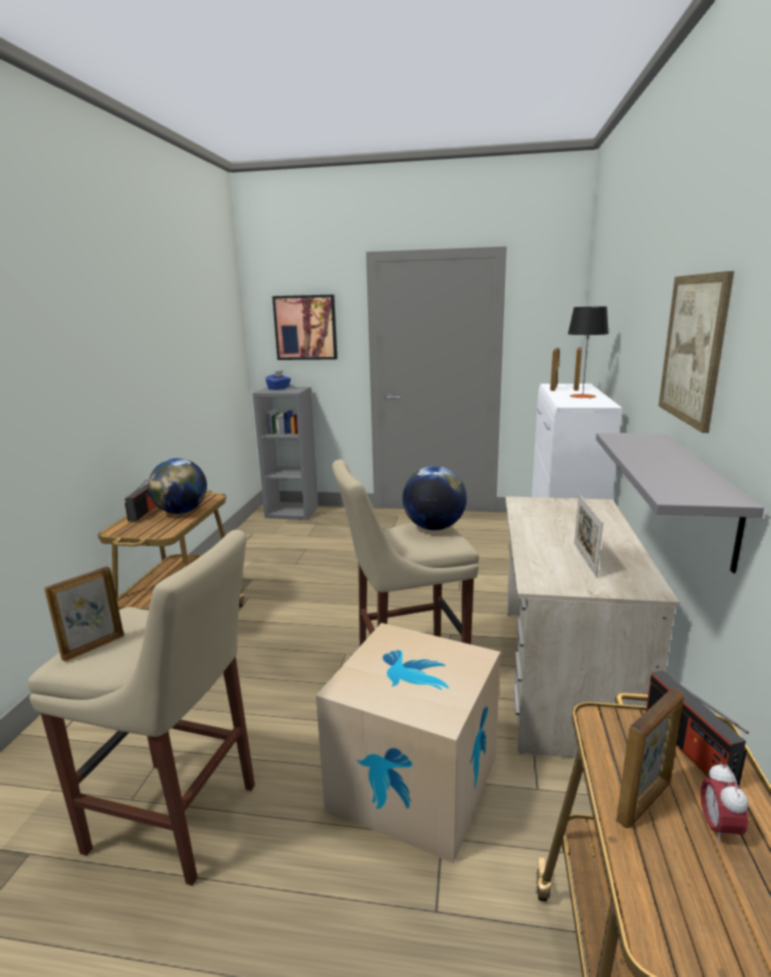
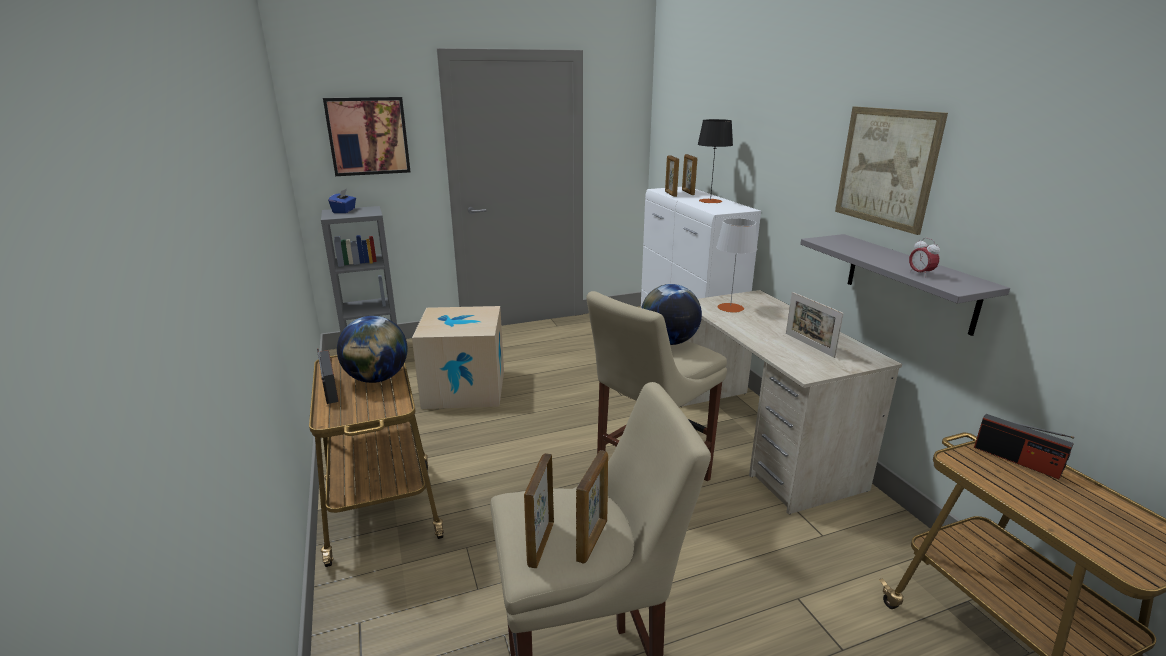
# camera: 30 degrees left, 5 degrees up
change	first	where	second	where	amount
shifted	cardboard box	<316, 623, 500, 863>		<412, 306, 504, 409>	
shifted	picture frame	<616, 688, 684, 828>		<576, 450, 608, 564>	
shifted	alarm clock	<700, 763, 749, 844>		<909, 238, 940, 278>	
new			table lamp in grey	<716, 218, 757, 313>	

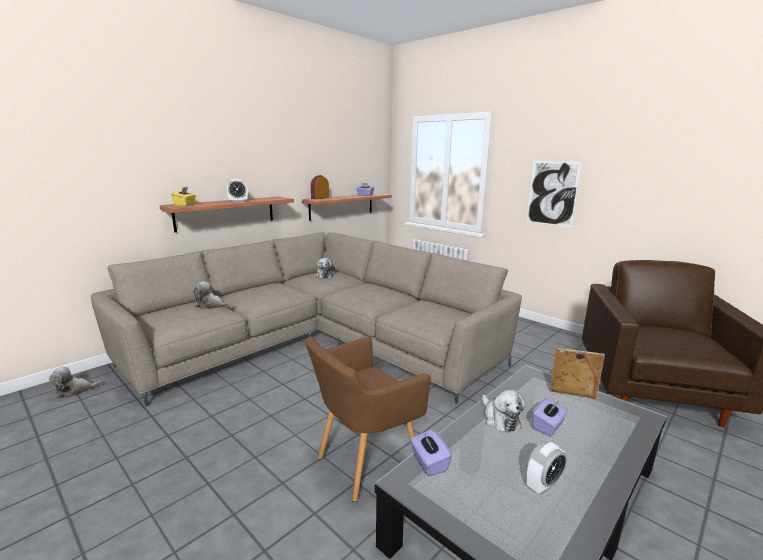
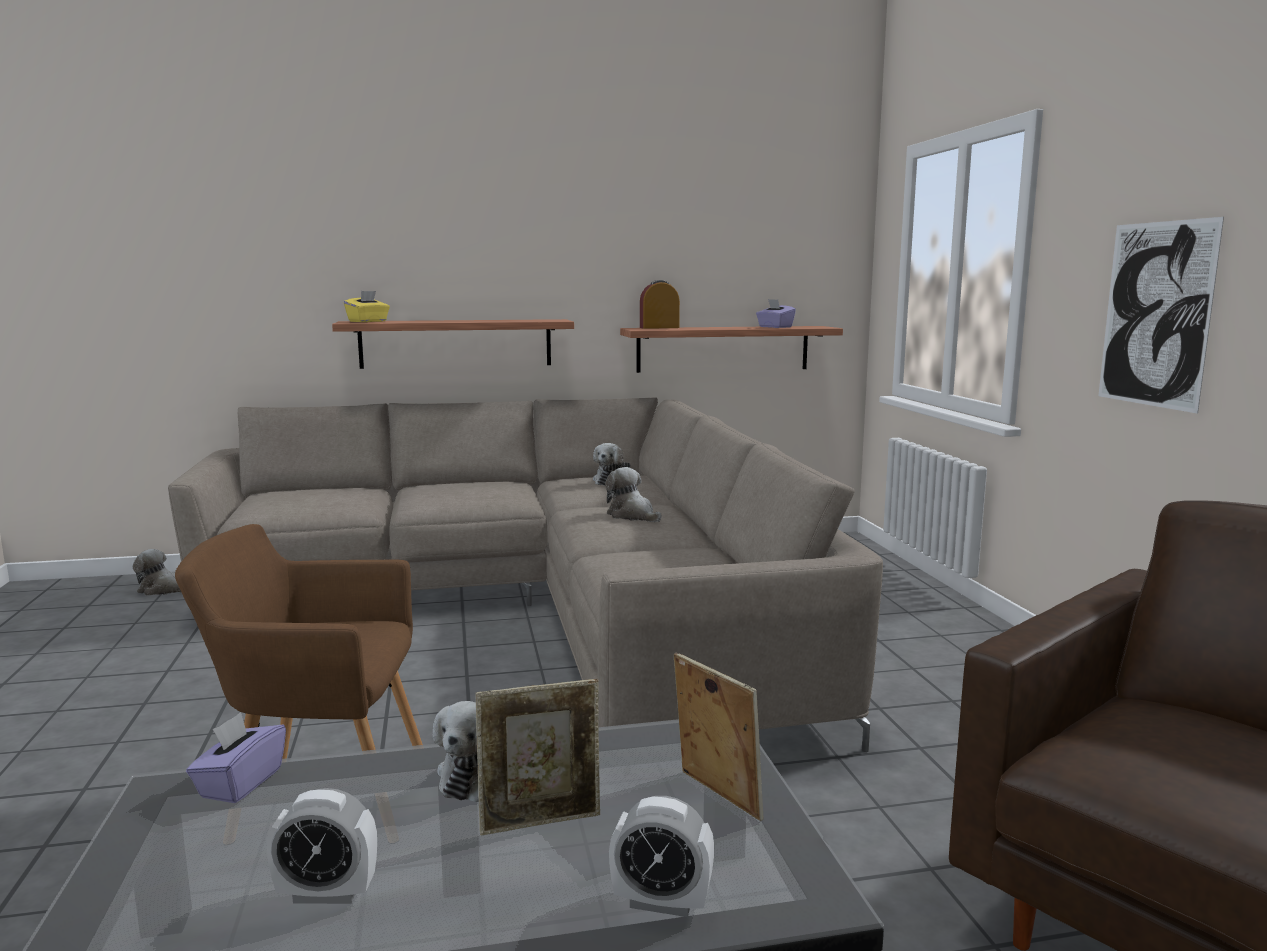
# camera: 35 degrees right, 5 degrees down
change	first	where	second	where	amount
shifted	plush toy	<193, 281, 230, 309>		<605, 467, 662, 522>	
shifted	alarm clock	<226, 179, 248, 202>		<609, 796, 714, 917>	
swapped	tissue box in purple	<532, 398, 568, 436>	picture frame	<475, 679, 600, 836>	

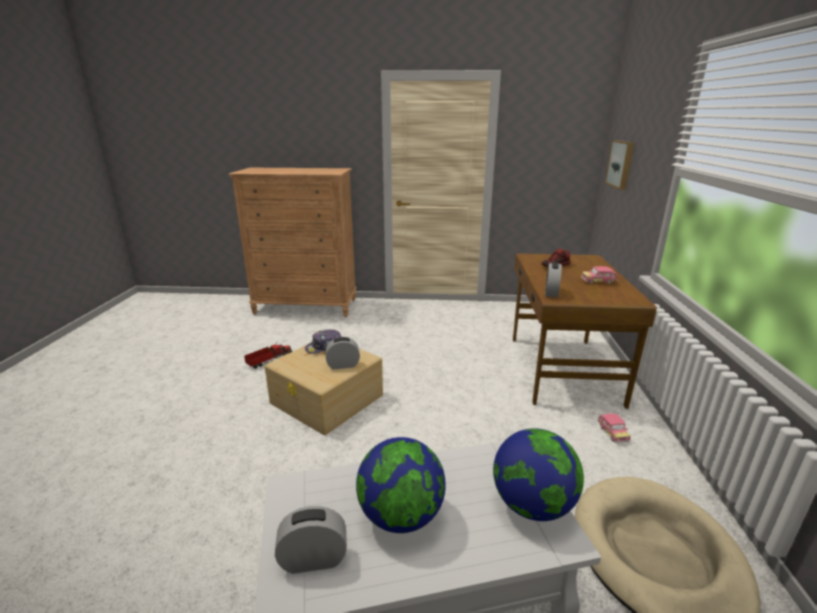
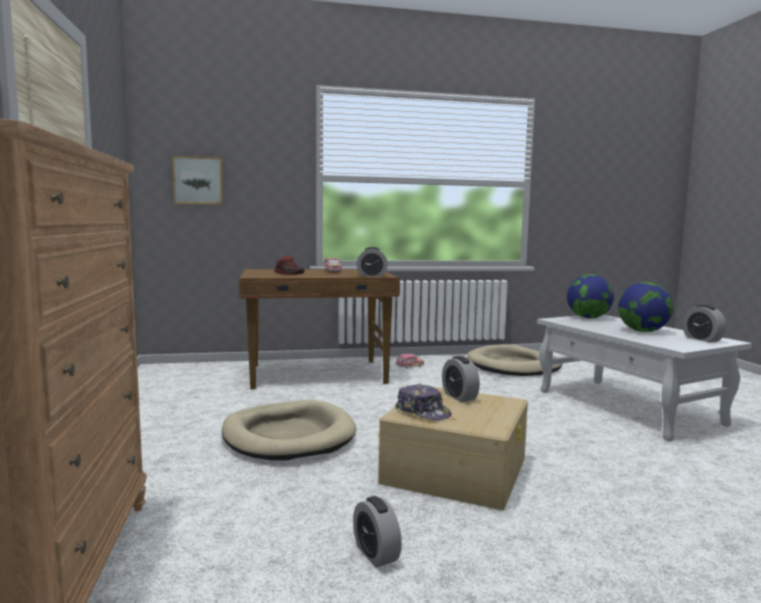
# camera: 105 degrees left, 15 degrees down
change	first	where	second	where	amount
swapped	toy truck	<244, 345, 292, 369>	alarm clock	<353, 496, 402, 568>	
new			dog bed in beige	<222, 400, 356, 461>	

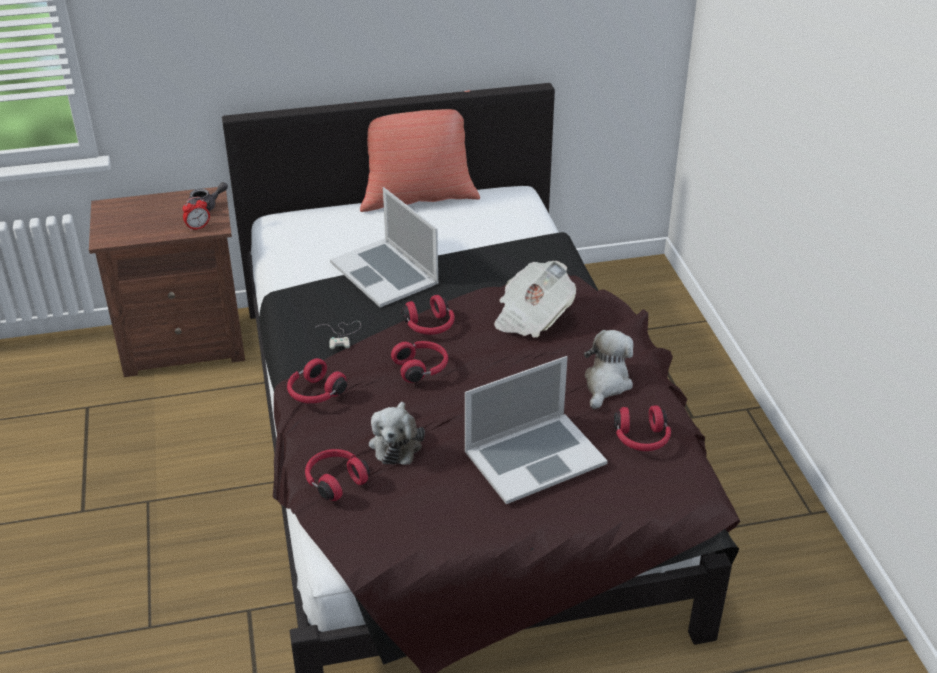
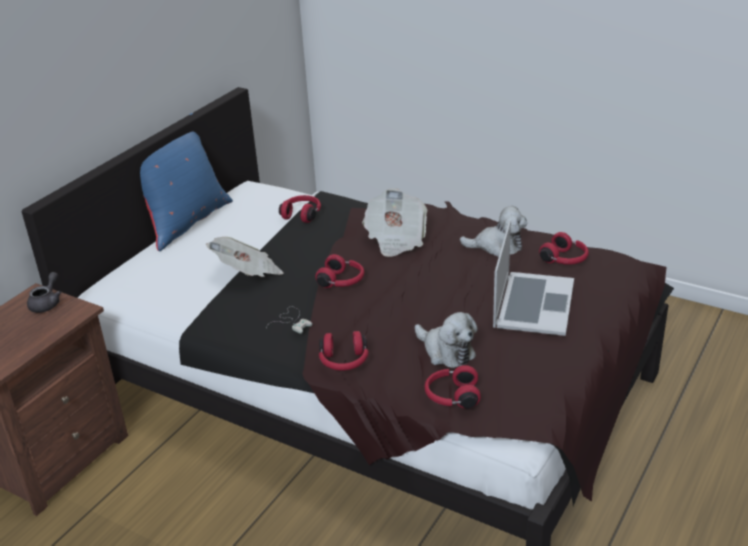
# camera: 45 degrees left, 5 degrees down
change	first	where	second	where	amount
gone	alarm clock	<182, 197, 210, 231>			
swapped	laptop	<330, 187, 438, 307>	newspaper	<206, 237, 284, 277>	
repainted	pillow in red	<360, 90, 480, 212>	pillow in blue	<117, 113, 233, 251>	
shifted	headphones in red	<391, 341, 448, 383>		<279, 195, 321, 223>	
rotated	plush toy	<584, 330, 633, 409>		<460, 206, 527, 257>	120 degrees clockwise

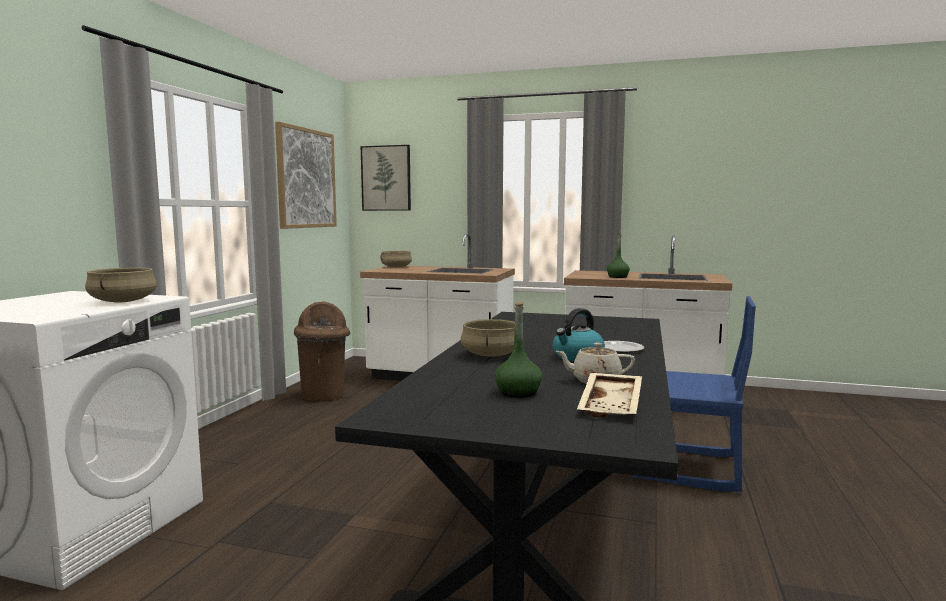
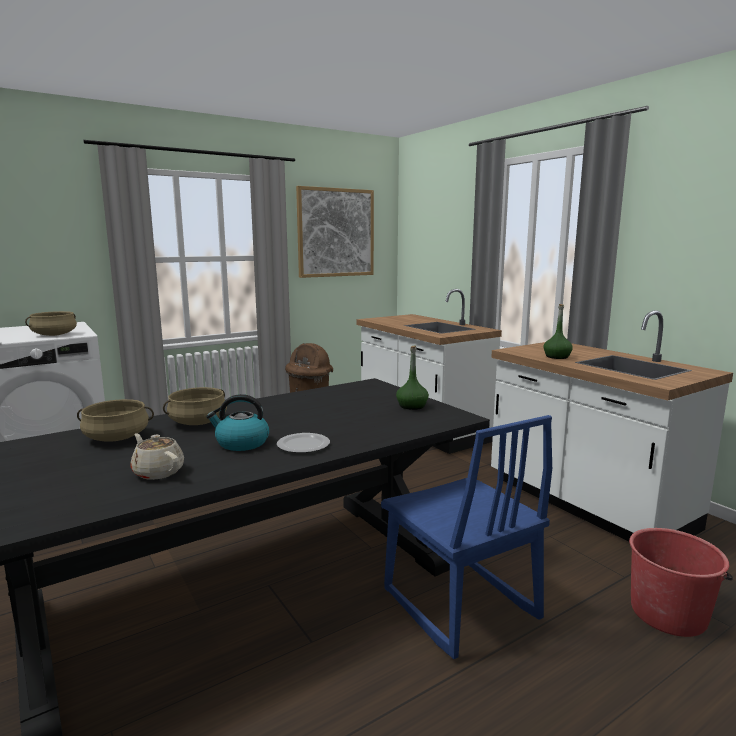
# camera: 40 degrees right, 5 degrees up
change	first	where	second	where	amount
gone	picture	<361, 145, 411, 211>			
shifted	cooking pot in beige	<380, 251, 412, 268>		<77, 399, 154, 442>	
shifted	bottle in green	<495, 302, 542, 398>		<396, 346, 429, 410>	
gone	tray in beige	<577, 373, 642, 418>			
new			bucket in red	<629, 528, 733, 637>	

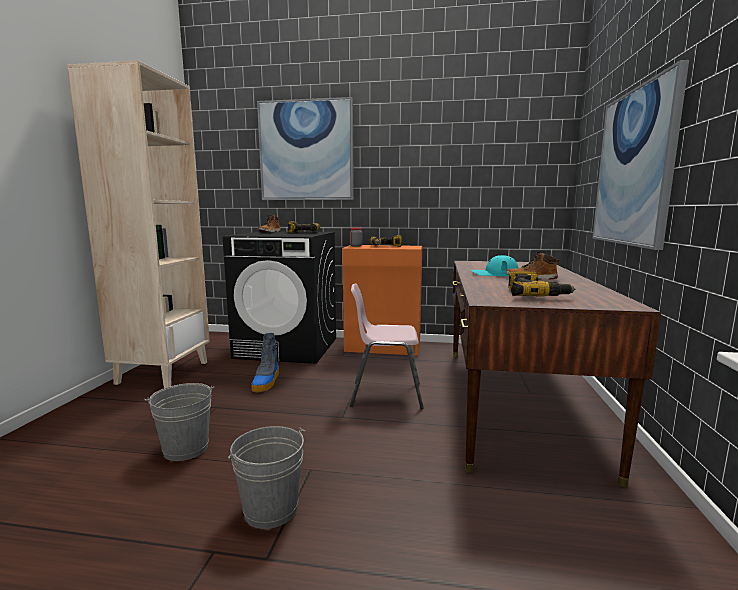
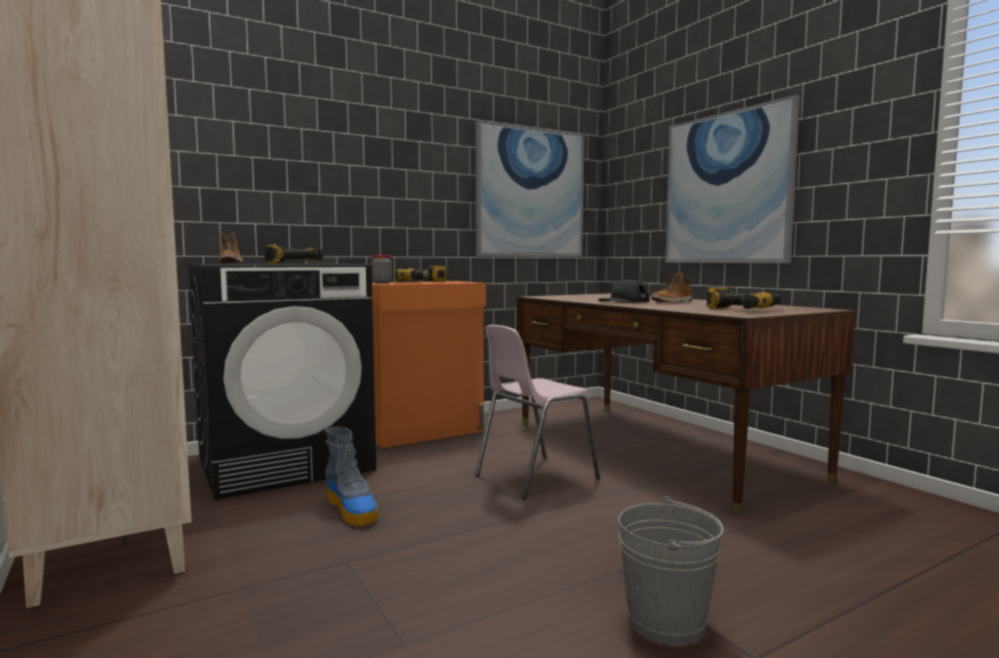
# camera: 40 degrees left, 5 degrees down
change	first	where	second	where	amount
gone	bucket in grey	<144, 383, 214, 461>			
shifted	picture	<257, 97, 354, 200>		<475, 121, 584, 257>	
repainted	cap in turquoise	<471, 255, 519, 276>	cap in black	<598, 279, 649, 303>	

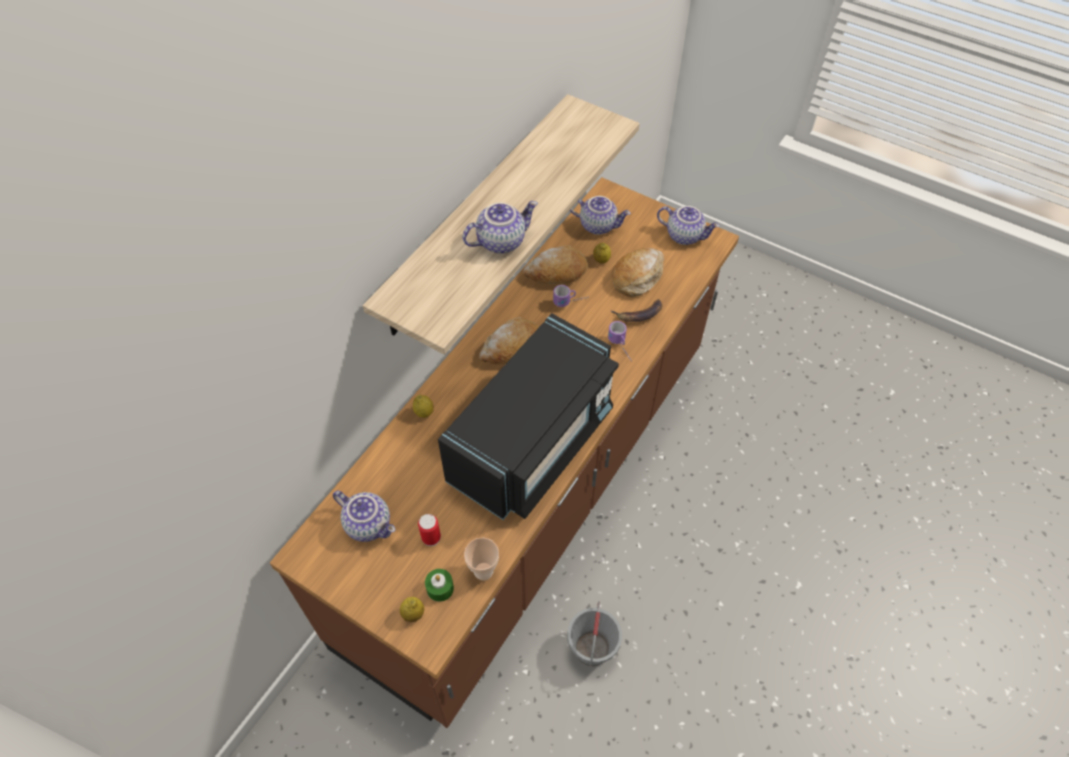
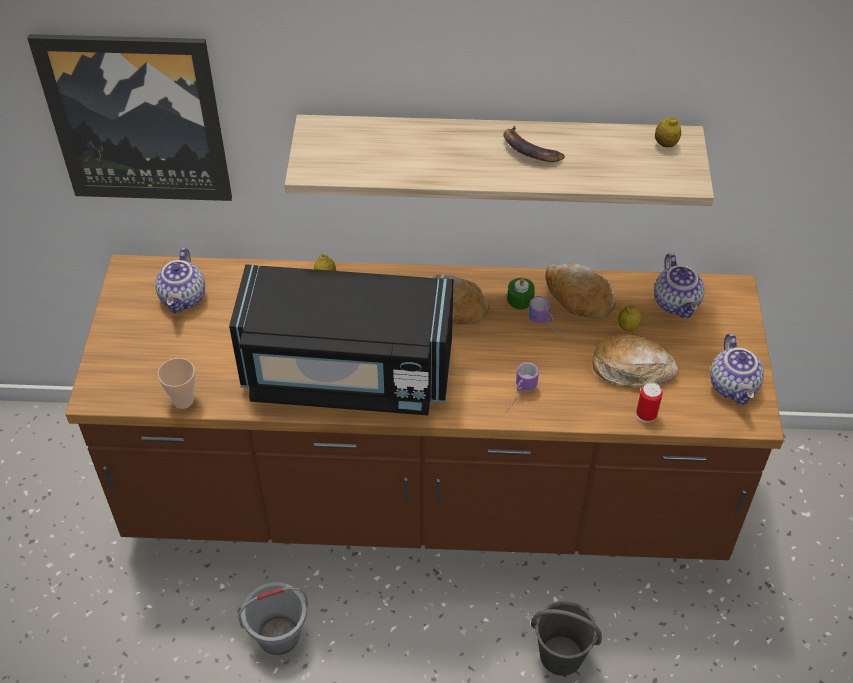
# camera: 60 degrees right, 5 degrees down
change	first	where	second	where	amount
shifted	lemon	<400, 597, 424, 622>		<655, 117, 681, 147>	
shifted	can	<418, 514, 441, 546>		<636, 382, 663, 423>	
shifted	candle in green	<425, 569, 454, 602>		<507, 277, 535, 309>	
gone	teapot	<462, 201, 538, 254>			
shifted	banana	<611, 299, 663, 322>		<503, 125, 565, 162>	
new			picture	<27, 34, 232, 201>	
new			bucket in grey	<531, 602, 602, 676>	

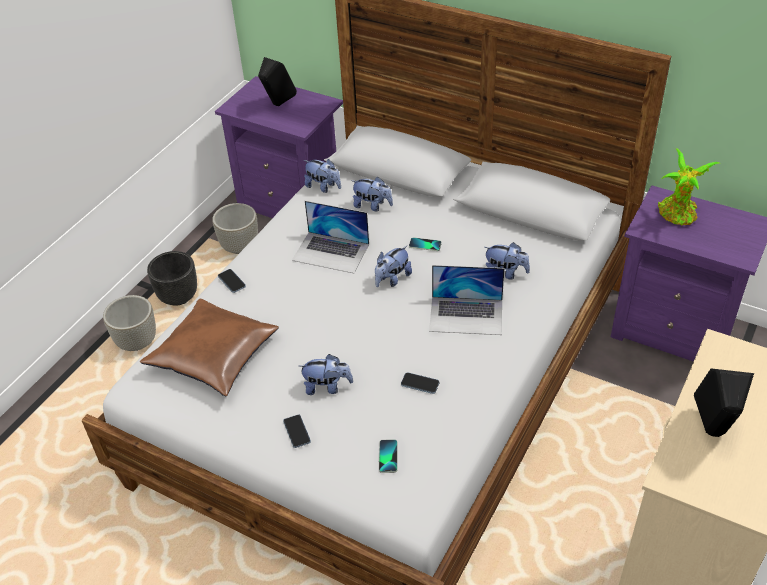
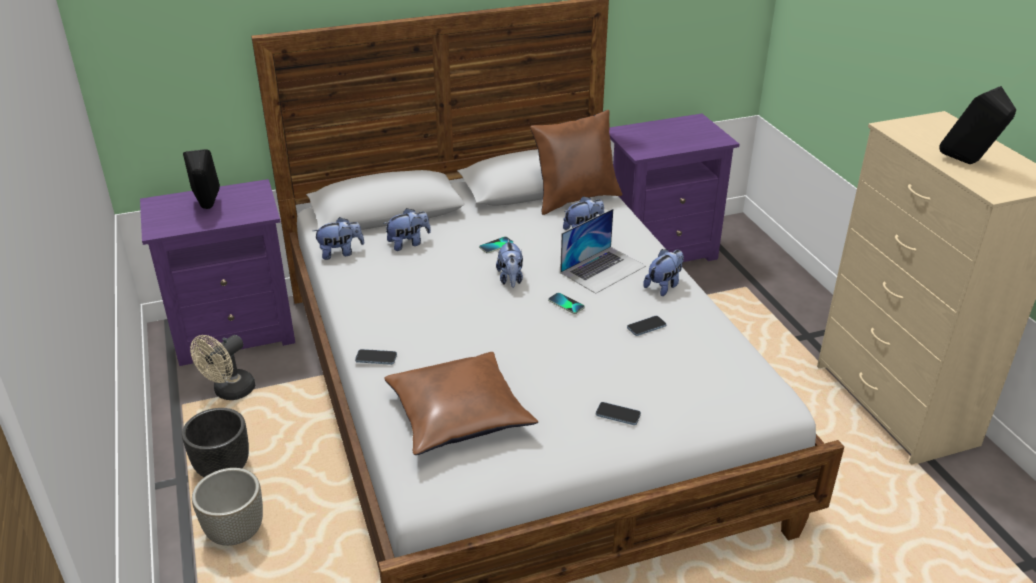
# camera: 50 degrees left, 10 degrees down
change	first	where	second	where	amount
swapped	planter in grey	<212, 203, 258, 254>	fan in beige	<190, 335, 255, 400>	
gone	laptop	<292, 201, 369, 273>			
shifted	plush toy	<299, 354, 353, 395>		<643, 249, 684, 296>	
shifted	phone	<379, 440, 398, 473>		<548, 293, 585, 314>	
gone	potted plant	<658, 148, 719, 225>			
new			pillow in brown	<530, 110, 622, 215>	

